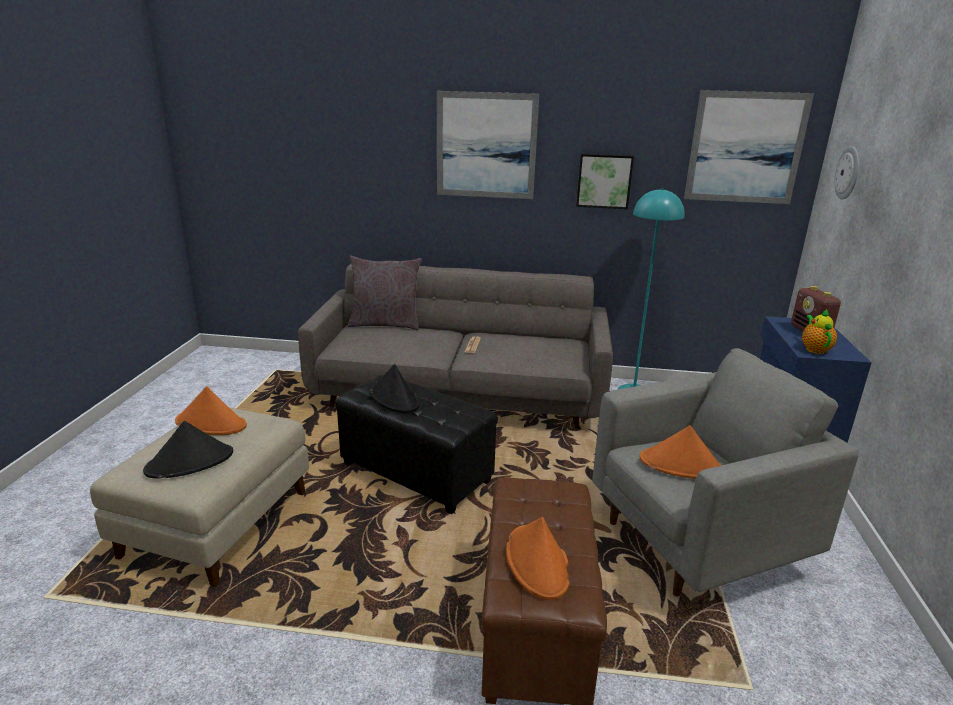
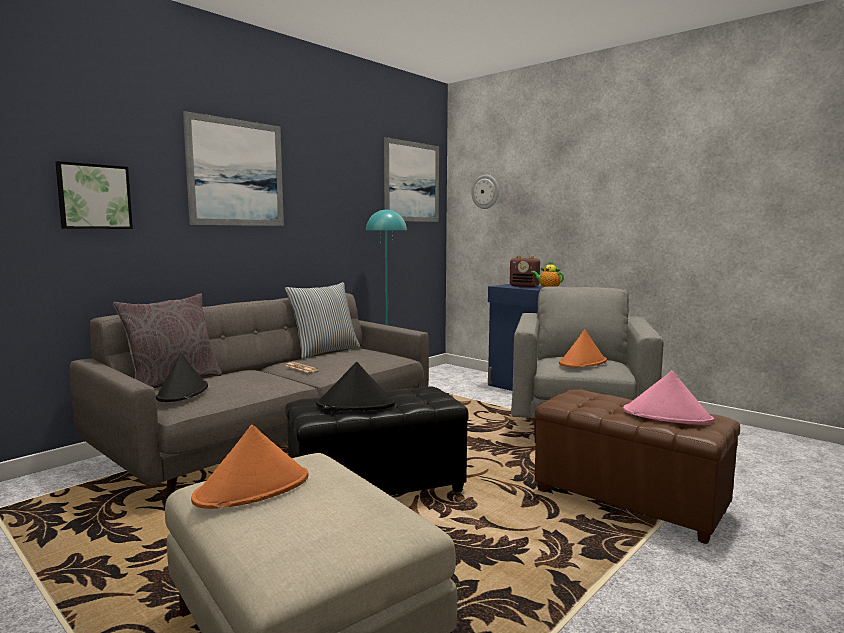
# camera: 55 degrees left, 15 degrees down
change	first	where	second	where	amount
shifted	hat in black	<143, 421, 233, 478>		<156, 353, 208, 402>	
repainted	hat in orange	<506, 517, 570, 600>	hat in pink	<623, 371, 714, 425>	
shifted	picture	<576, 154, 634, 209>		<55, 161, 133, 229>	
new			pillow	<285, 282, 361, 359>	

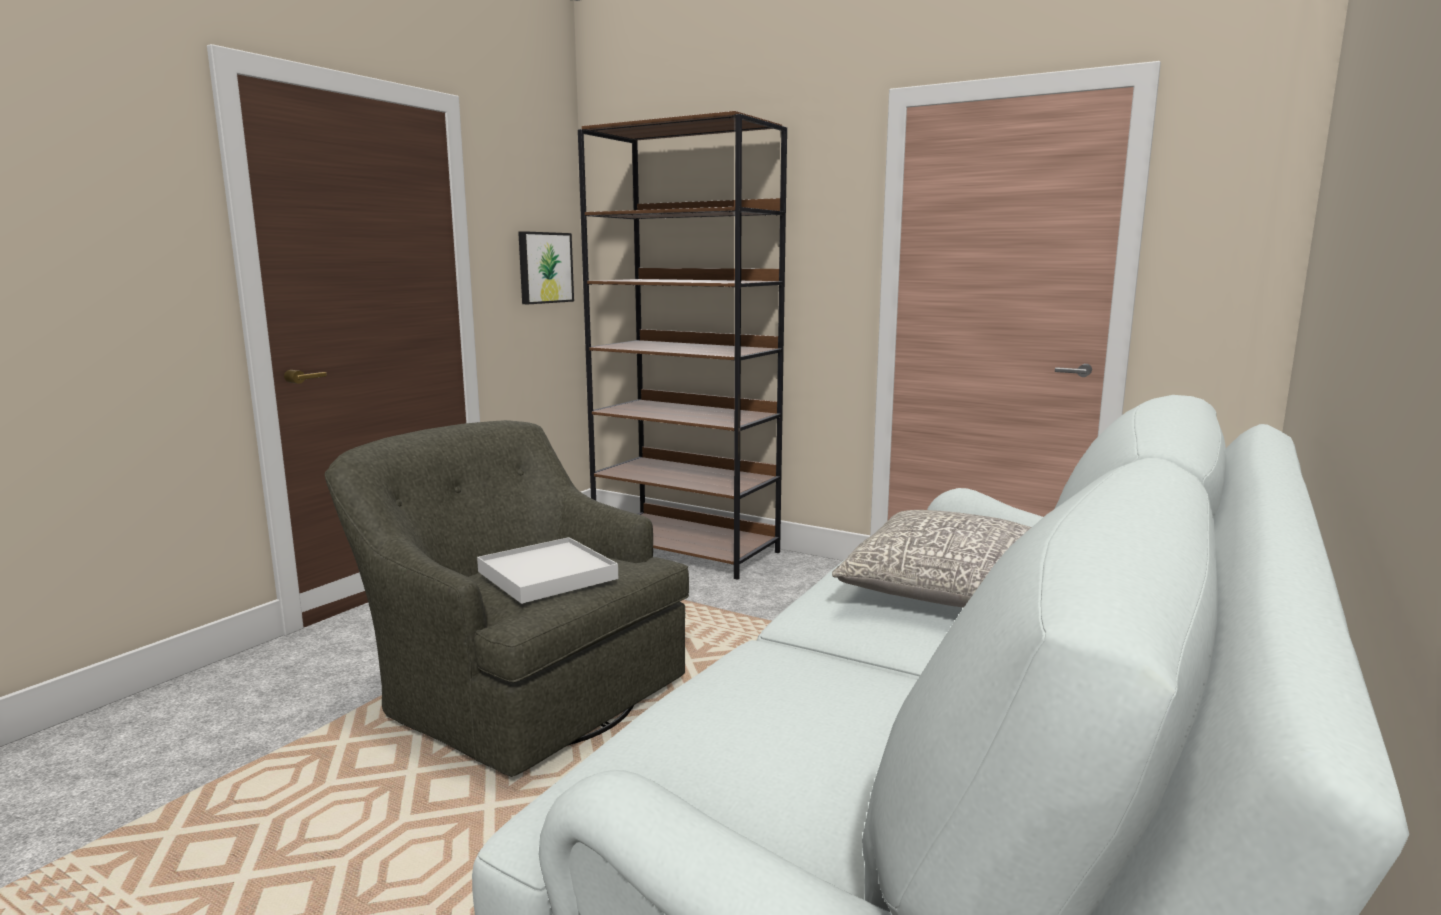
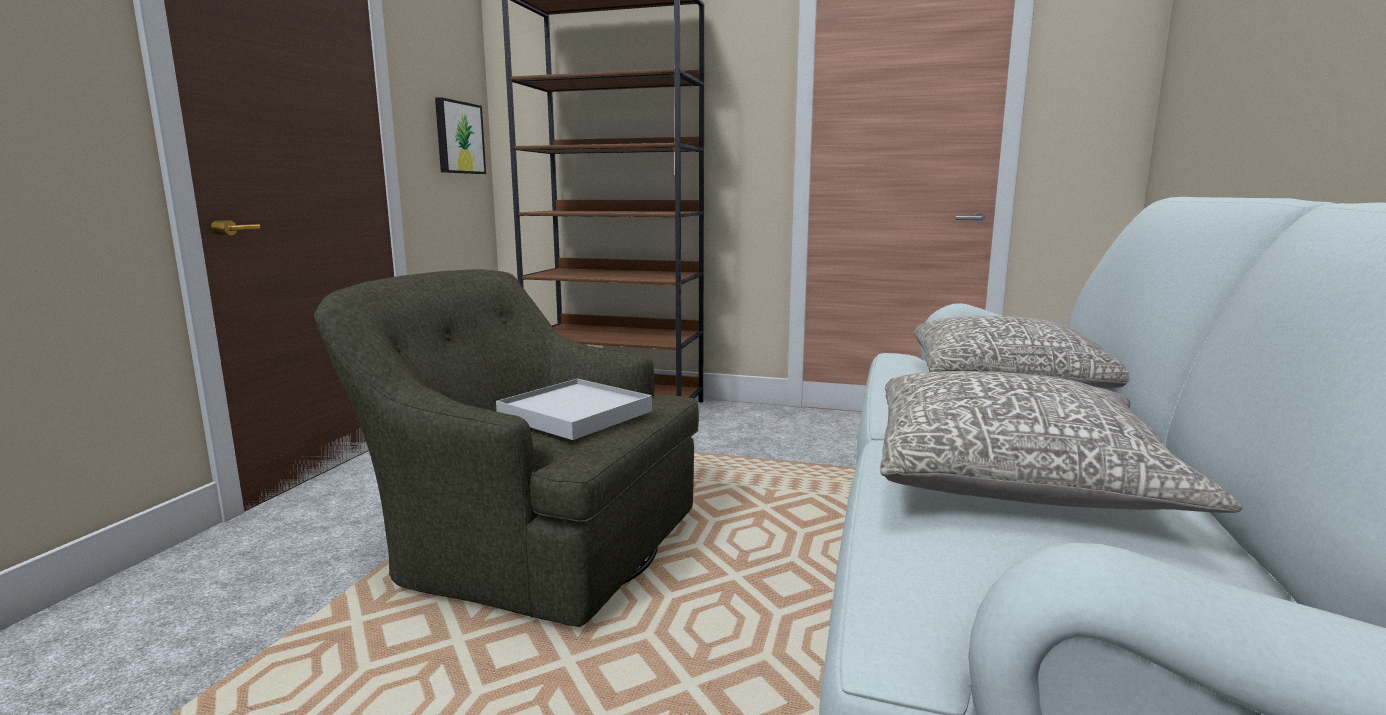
# camera: 15 degrees left, 0 degrees up
change	first	where	second	where	amount
new			pillow in grey	<880, 371, 1242, 513>	

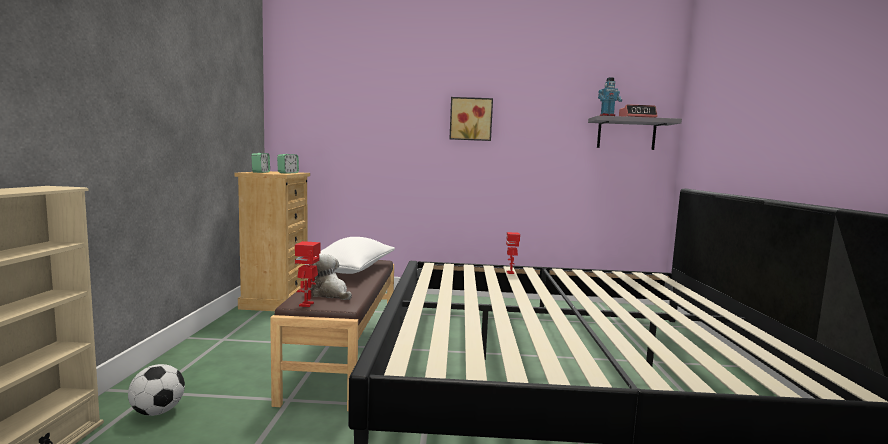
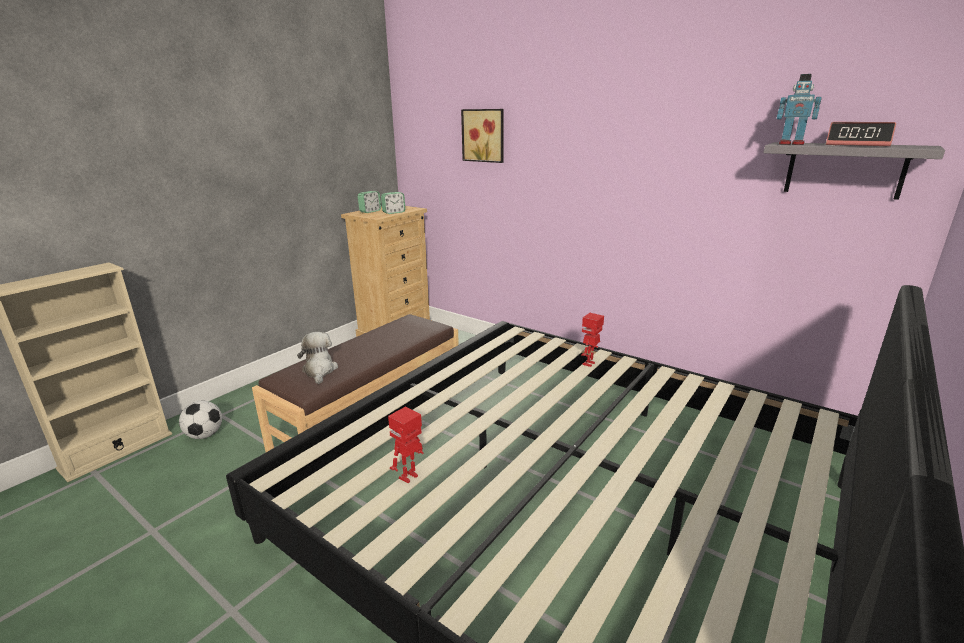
# camera: 35 degrees right, 15 degrees up
change	first	where	second	where	amount
shifted	toy robot	<295, 241, 320, 307>		<388, 406, 423, 483>	
gone	pillow in white	<305, 237, 395, 274>			
shifted	picture	<449, 97, 493, 141>		<461, 109, 504, 163>	

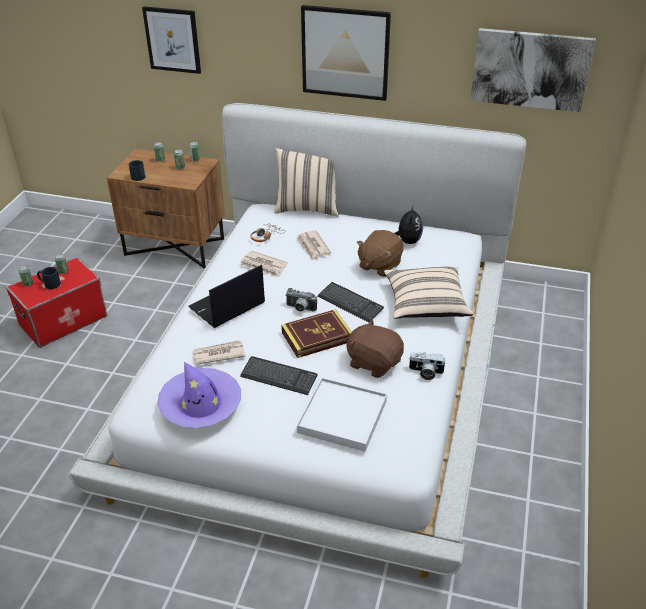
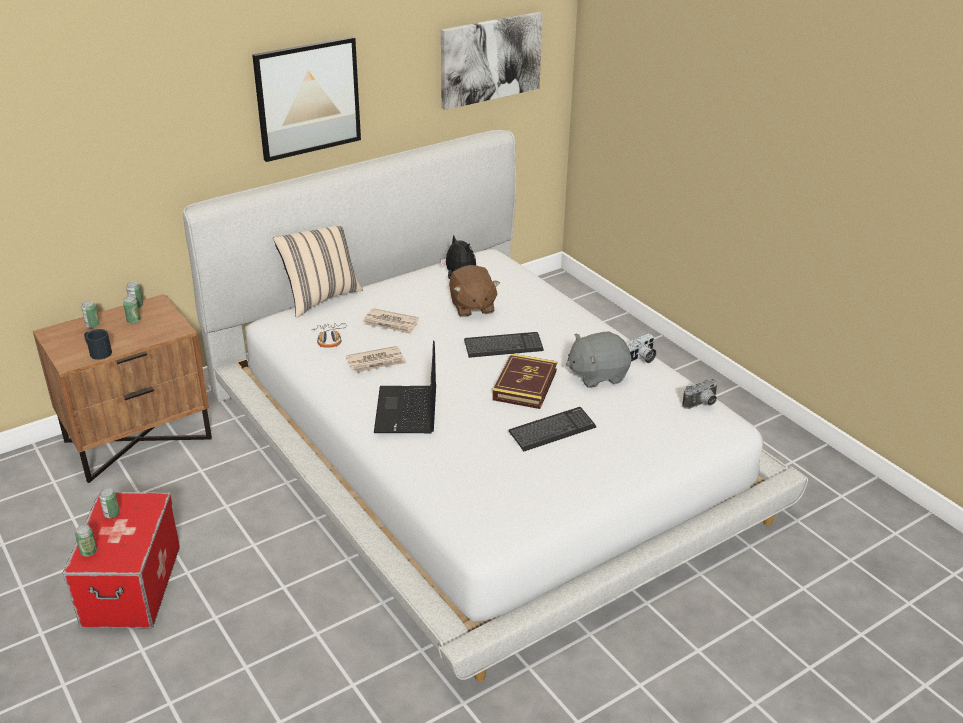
# camera: 50 degrees left, 5 degrees down
change	first	where	second	where	amount
gone	mug in black	<37, 267, 61, 289>			
gone	picture	<142, 6, 201, 74>			
gone	hat in purple	<158, 362, 241, 428>			
gone	newspaper	<192, 340, 245, 365>			
shifted	photo camera	<285, 288, 317, 312>		<682, 379, 718, 409>	
gone	tray in white	<297, 378, 387, 452>			
repainted	plush toy in brown	<346, 319, 404, 378>	plush toy in grey	<566, 332, 631, 388>	
gone	pillow in beige	<384, 266, 473, 319>			

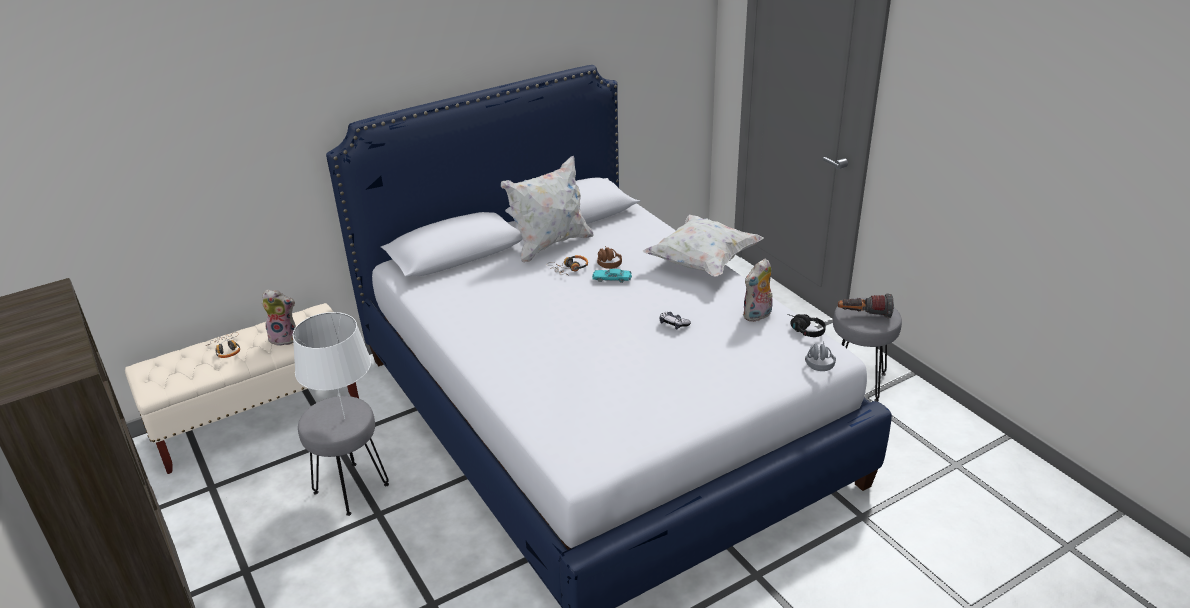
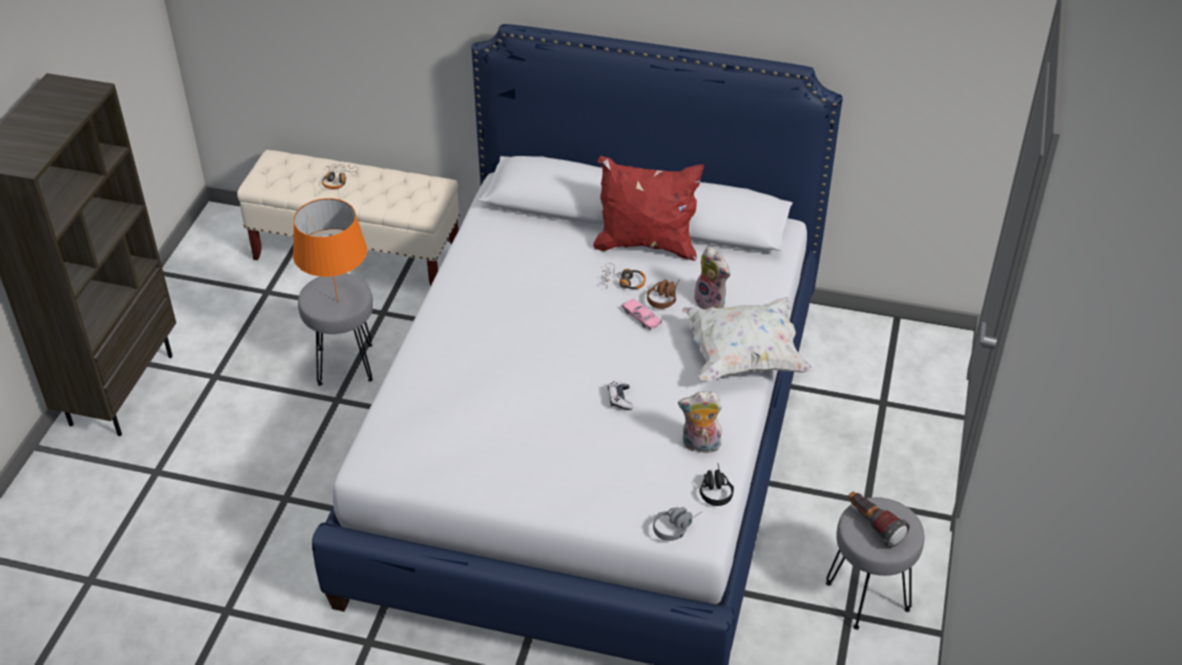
# camera: 45 degrees right, 10 degrees up
change	first	where	second	where	amount
shifted	plush toy	<262, 290, 296, 346>		<693, 247, 731, 309>	
repainted	table lamp in white	<293, 312, 371, 419>	table lamp in orange	<293, 198, 367, 302>	
repainted	pillow in white	<501, 156, 593, 263>	pillow in red	<593, 156, 704, 261>	
repainted	toy car in turquoise	<592, 269, 632, 283>	toy car in pink	<621, 299, 662, 330>	

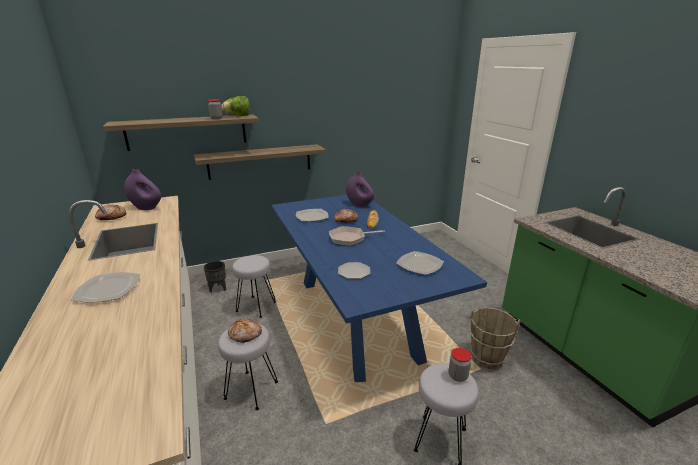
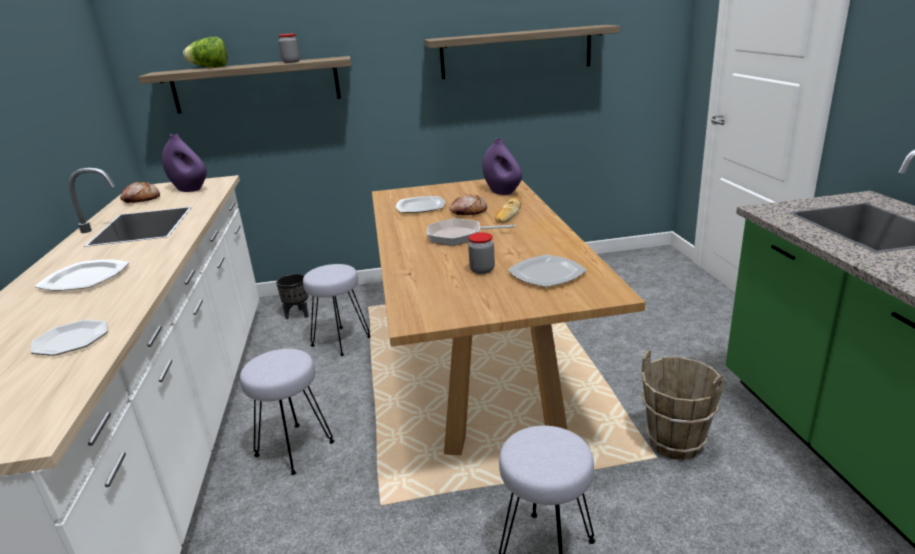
# camera: 15 degrees right, 0 degrees up
change	first	where	second	where	amount
shifted	shelf	<194, 144, 326, 180>		<424, 25, 620, 79>	
shifted	lettuce	<222, 96, 250, 116>		<183, 37, 227, 68>	
gone	bread	<228, 319, 262, 343>			
repainted	dining table in blue	<271, 195, 487, 382>	dining table in brown	<372, 179, 645, 455>	
shifted	plate	<338, 262, 370, 279>		<31, 320, 108, 356>	
shifted	jar	<449, 348, 471, 382>		<468, 232, 495, 274>	

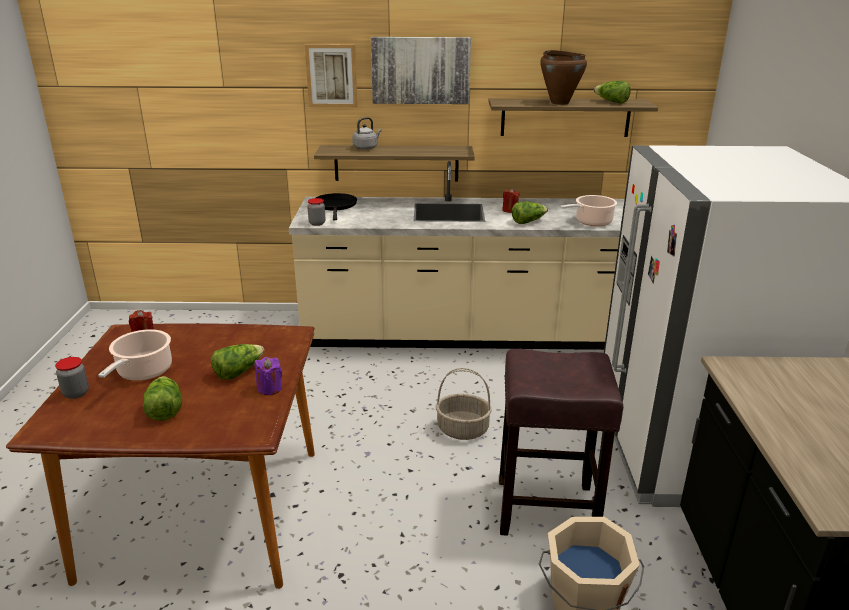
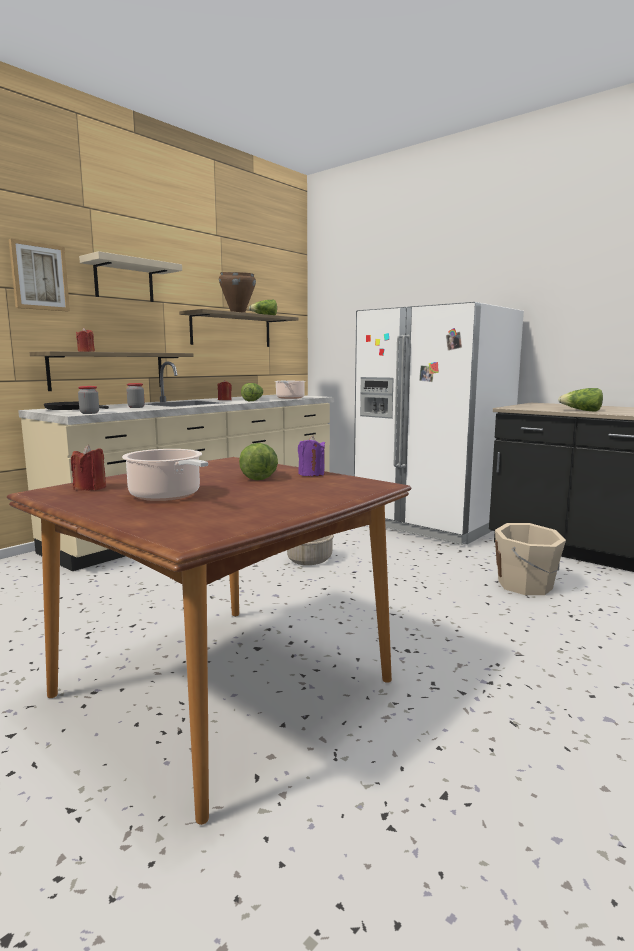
# camera: 50 degrees left, 15 degrees down
change	first	where	second	where	amount
shifted	jar	<55, 357, 89, 399>		<126, 383, 145, 408>	
shifted	lettuce	<143, 376, 182, 421>		<558, 388, 603, 411>	
swapped	kettle in grey	<352, 117, 382, 150>	candle in red	<76, 328, 95, 352>	
swapped	picture	<371, 37, 471, 104>	shelf in beige	<79, 251, 182, 302>	
gone	stool in brown	<499, 349, 623, 536>			

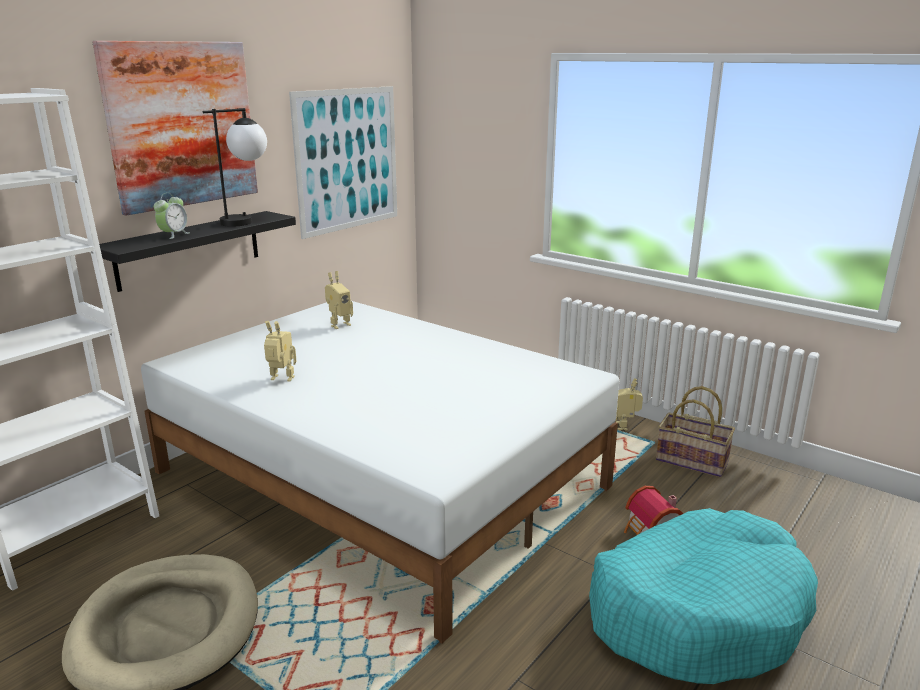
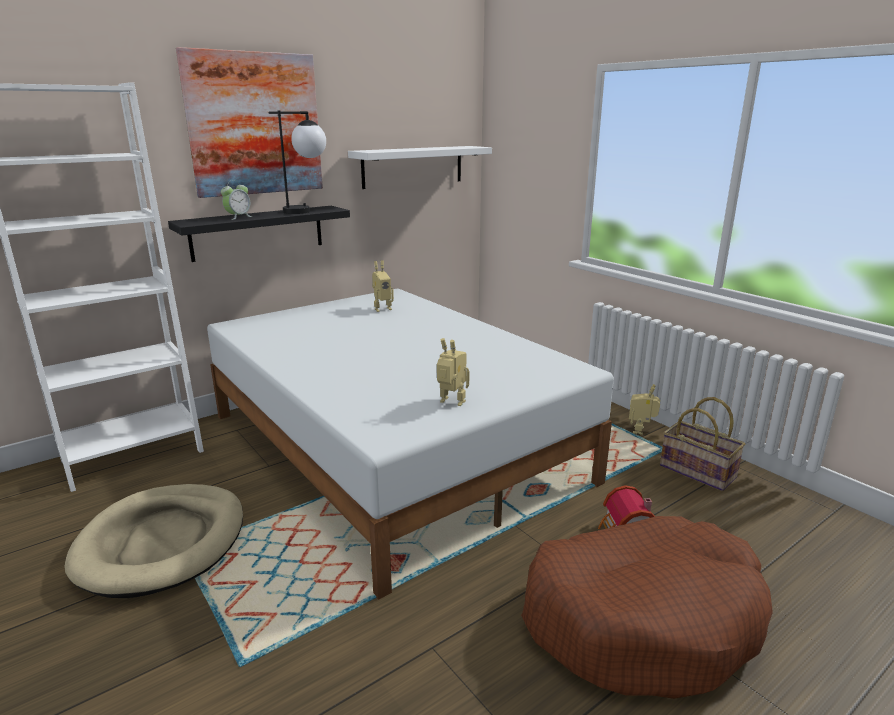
# camera: 15 degrees right, 0 degrees up
change	first	where	second	where	amount
shifted	toy robot	<264, 321, 296, 382>		<437, 338, 470, 406>	
swapped	picture	<289, 86, 397, 239>	shelf in white	<348, 146, 492, 189>	
repainted	dog bed in turquoise	<589, 508, 818, 684>	dog bed in brown	<521, 516, 773, 699>	

